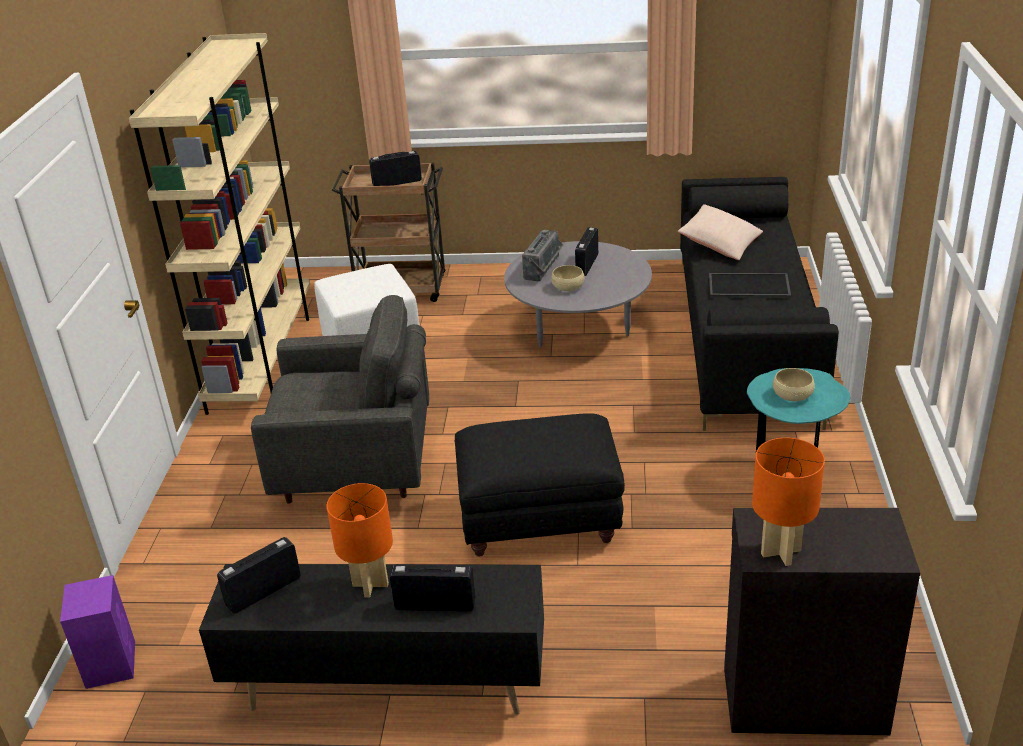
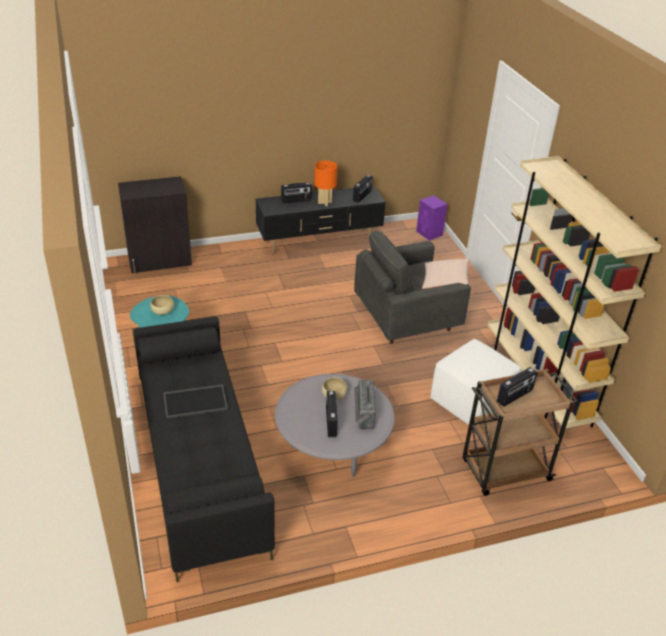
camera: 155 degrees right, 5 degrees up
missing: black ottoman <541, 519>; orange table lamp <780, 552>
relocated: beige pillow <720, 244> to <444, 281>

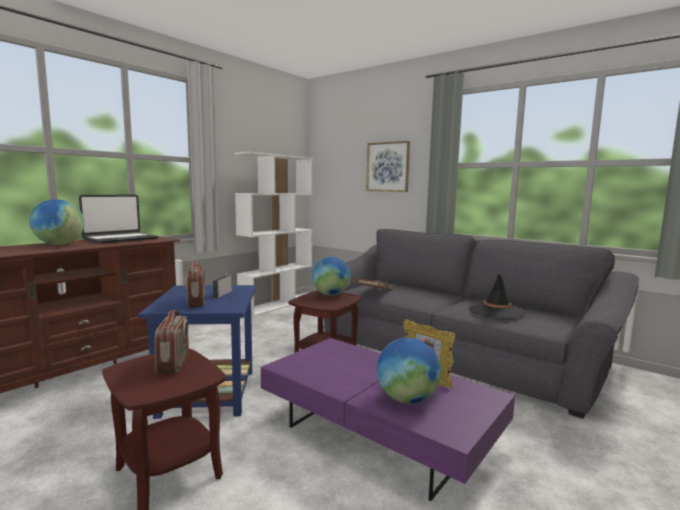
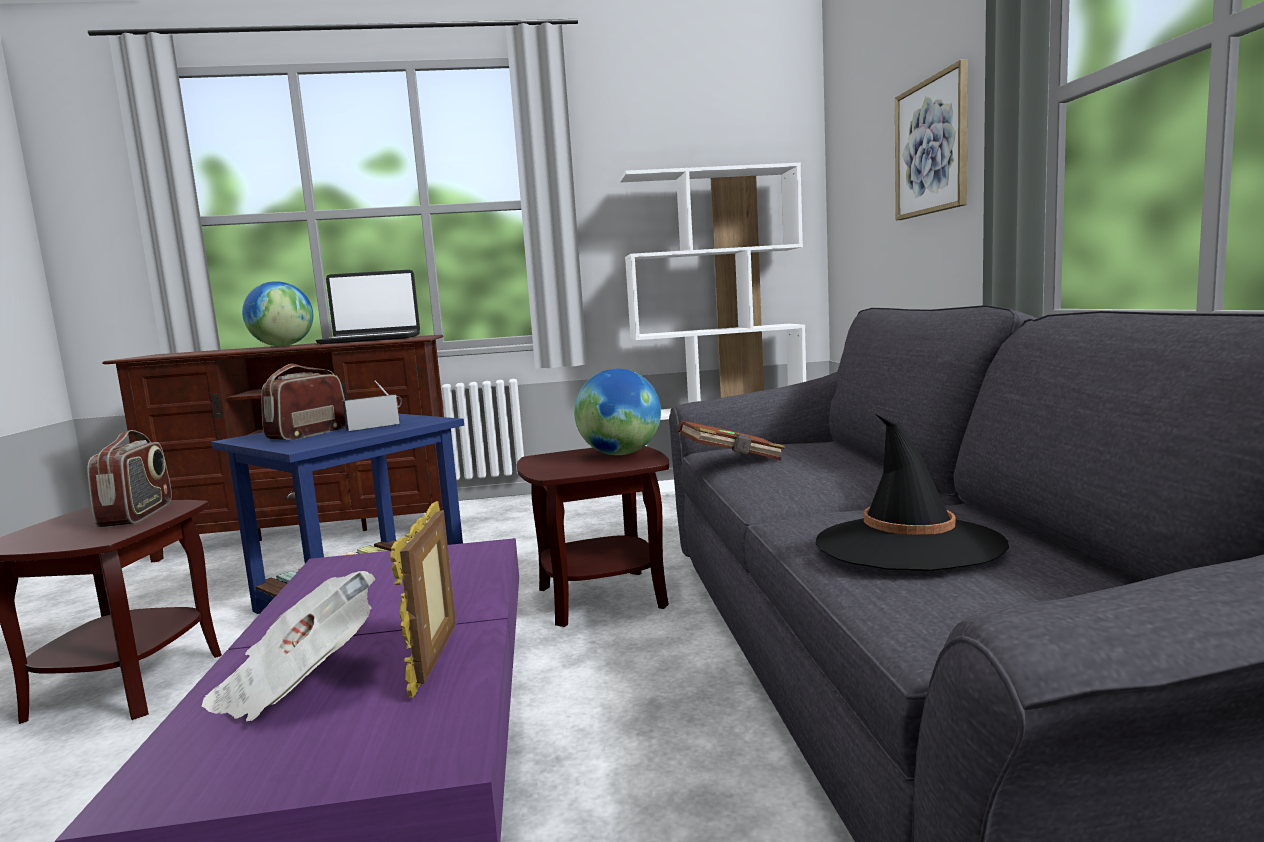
camera: 45 degrees right, 0 degrees up
exchanged: globe <407, 399> to newspaper <297, 685>
spun: radio <174, 362> = <138, 515> 45 degrees counterclockwise

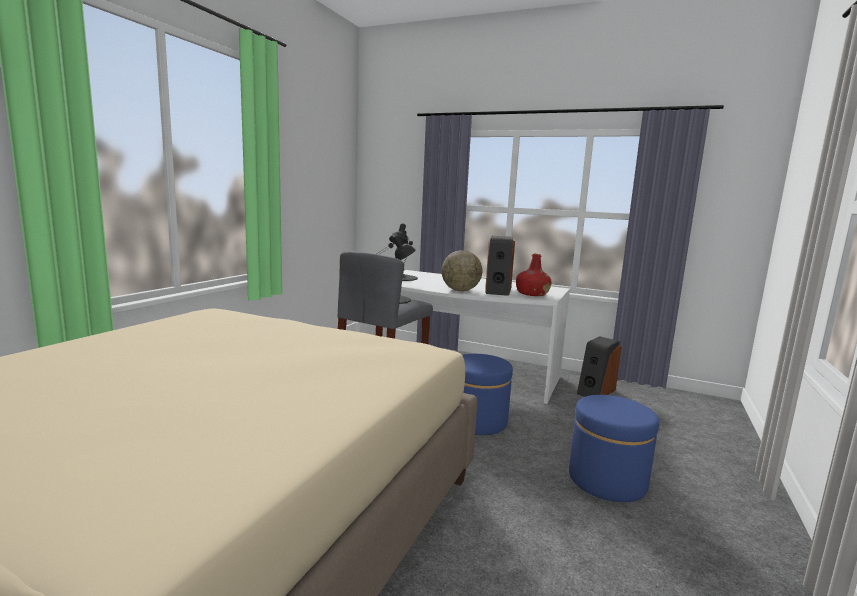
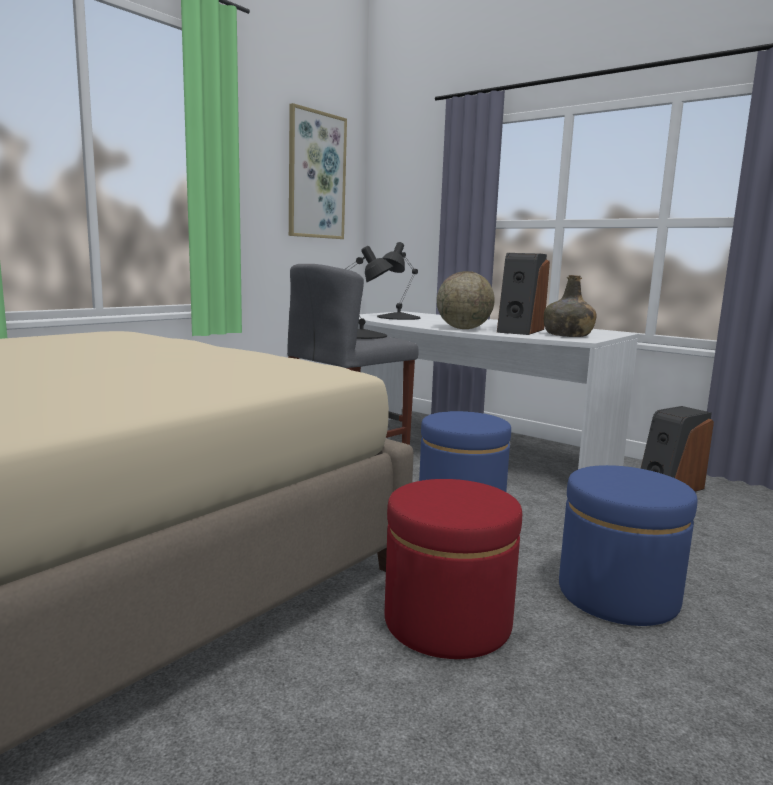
camera: 15 degrees right, 0 degrees up
appeared: picture <316, 176>; red ottoman <447, 622>
colour: red bottle <532, 294> to green bottle <567, 335>

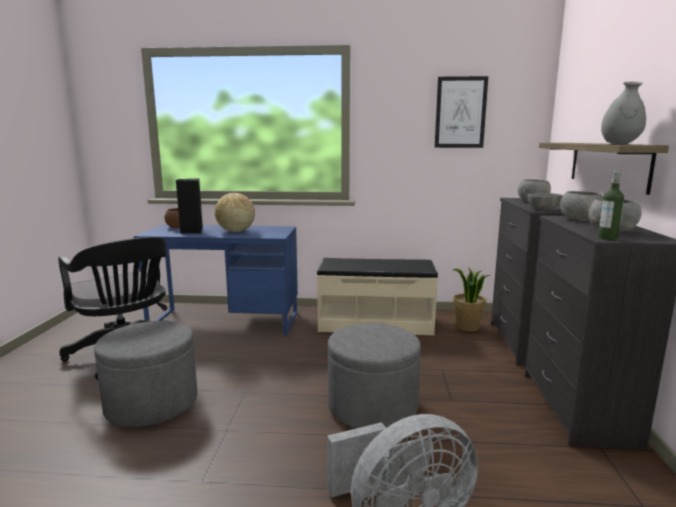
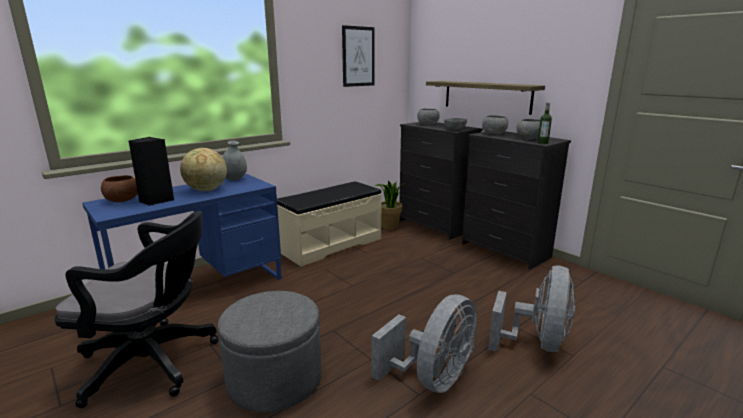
camera: 45 degrees left, 5 degrees up
missing: grey ottoman <372, 406>
appeared: grey fan <433, 379>
relocated: grey vase <620, 144> to <235, 179>

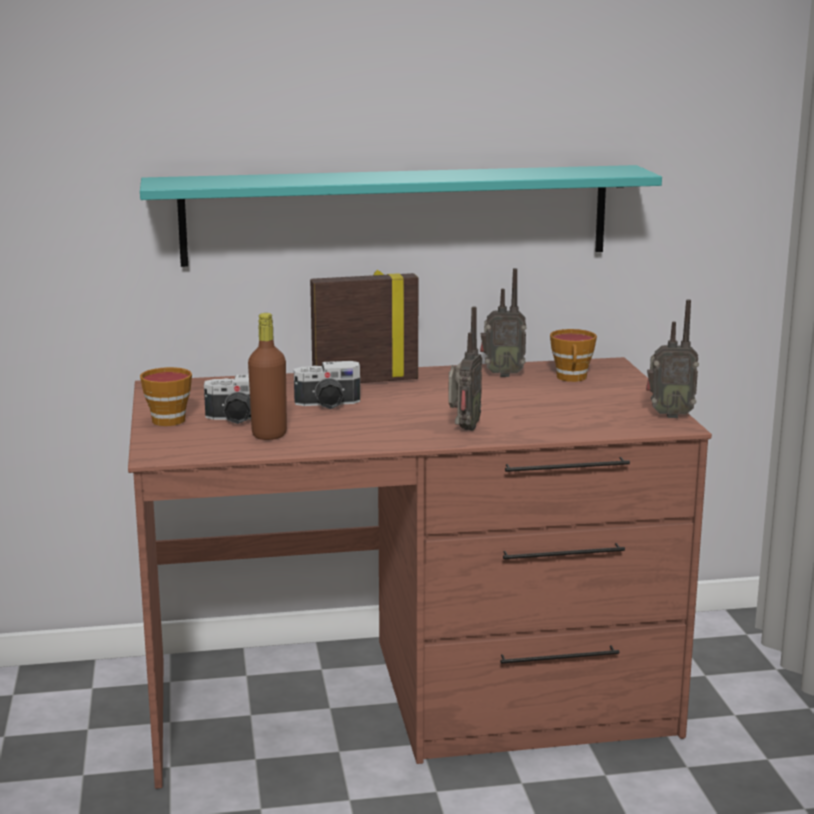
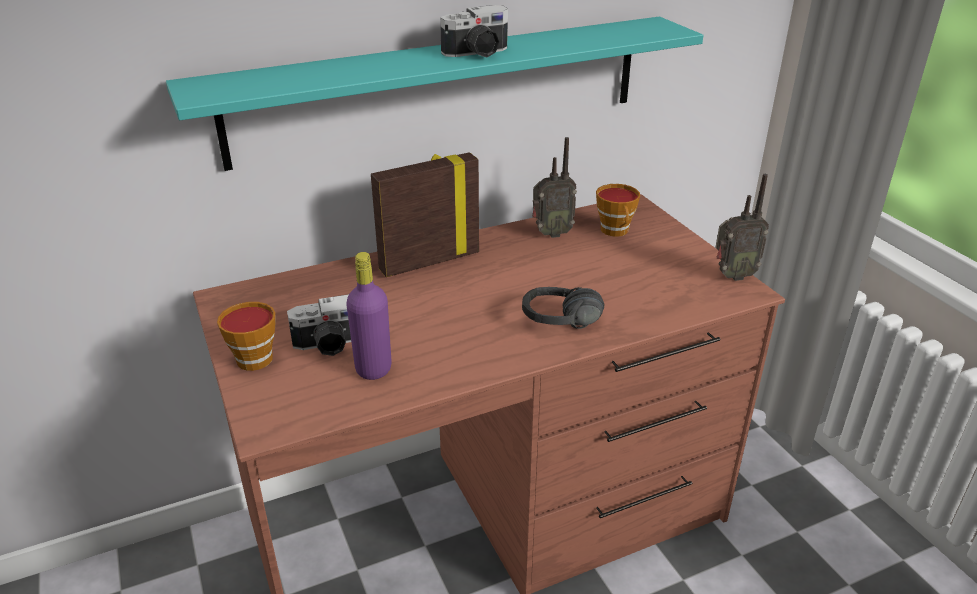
camera: 15 degrees left, 15 degrees up
relocated: photo camera <328, 404> to <478, 53>
exchanged: radio <463, 429> to black headphones <562, 327>
colour: brown bottle <269, 435> to purple bottle <373, 369>

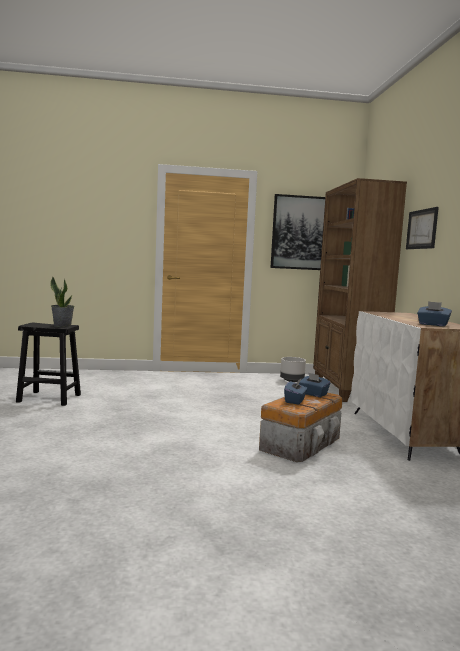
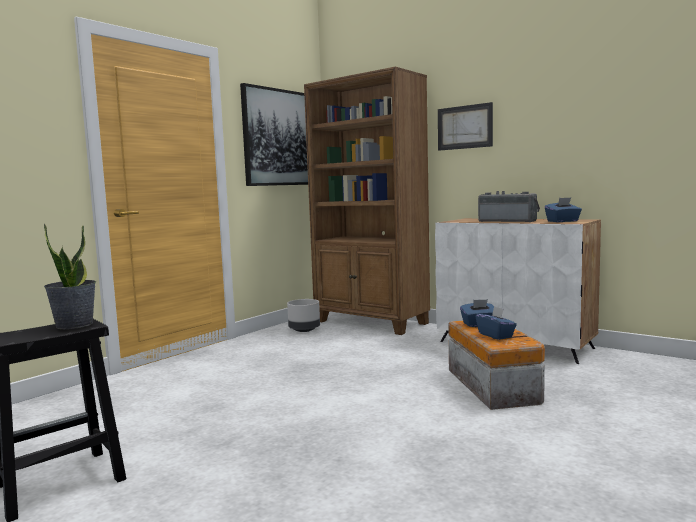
camera: 45 degrees left, 0 degrees up
appeared: radio <508, 221>

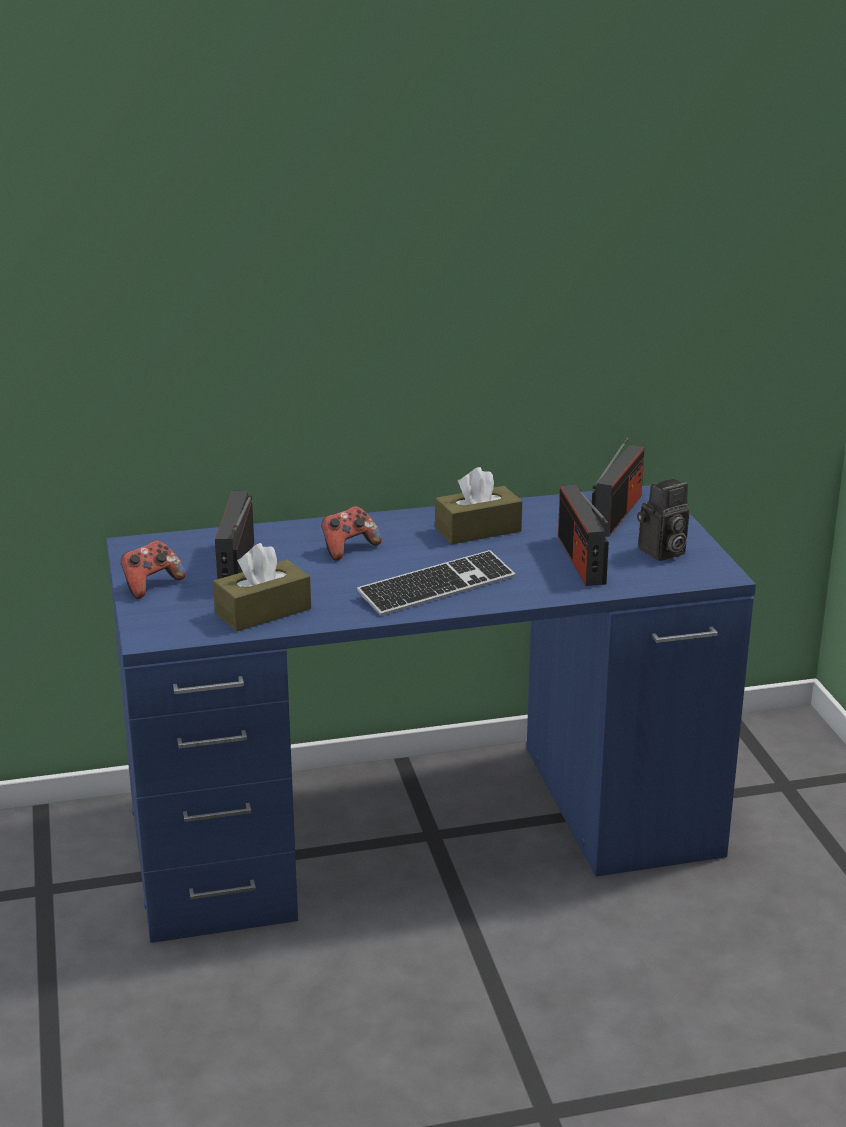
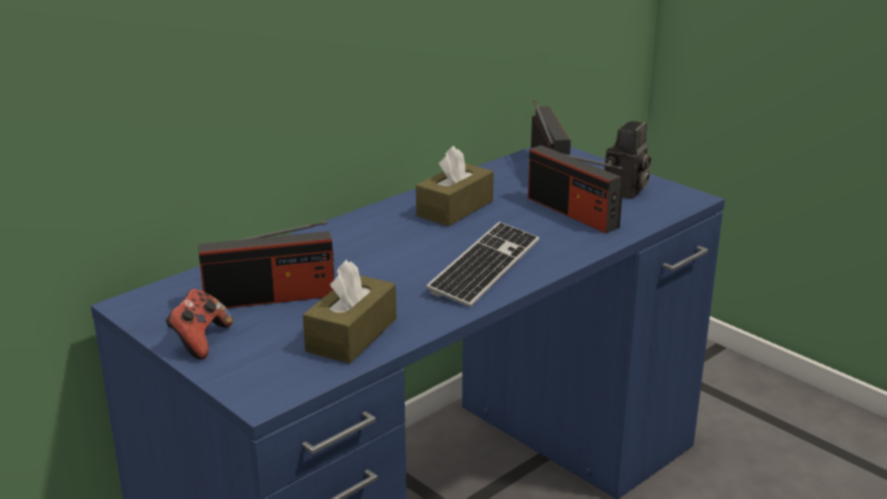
camera: 30 degrees left, 0 degrees up
missing: game controller <348, 548>
spun: radio <236, 566> = <270, 298> 75 degrees counterclockwise

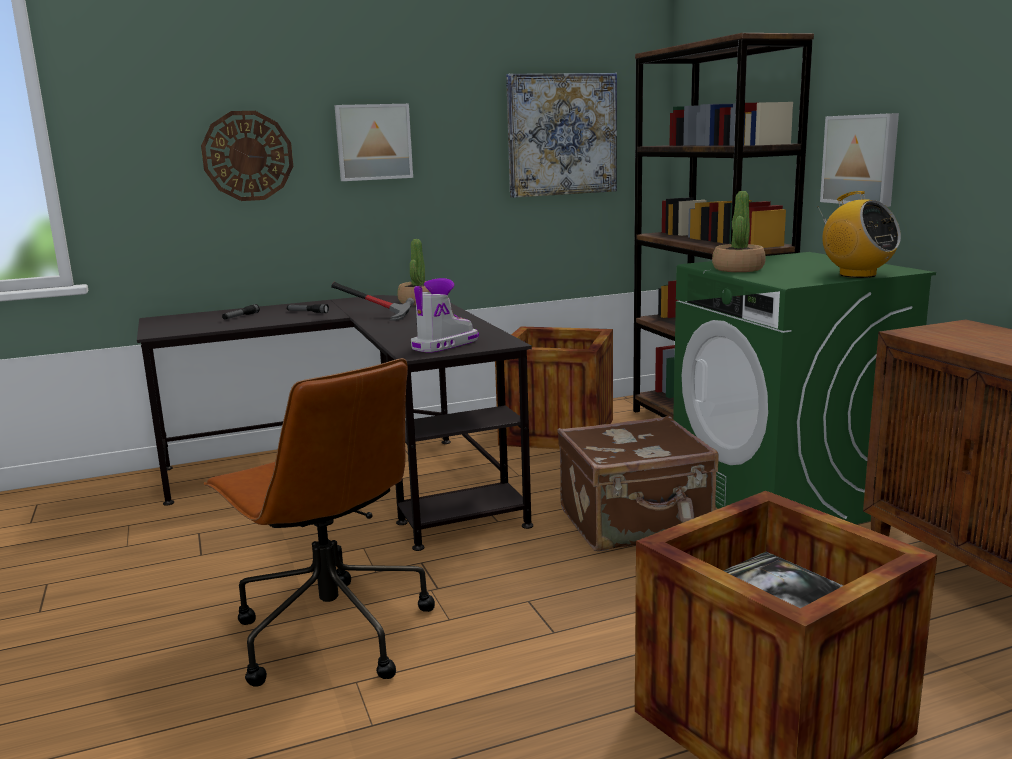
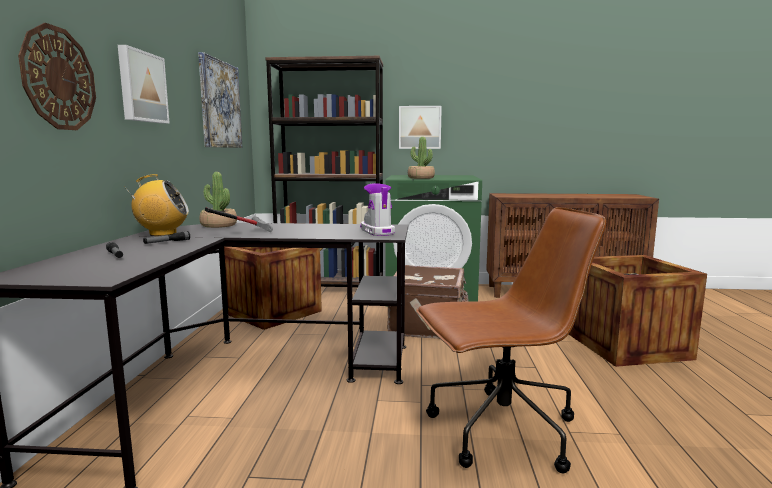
camera: 65 degrees left, 5 degrees down
relocated: radio <856, 275> to <162, 234>

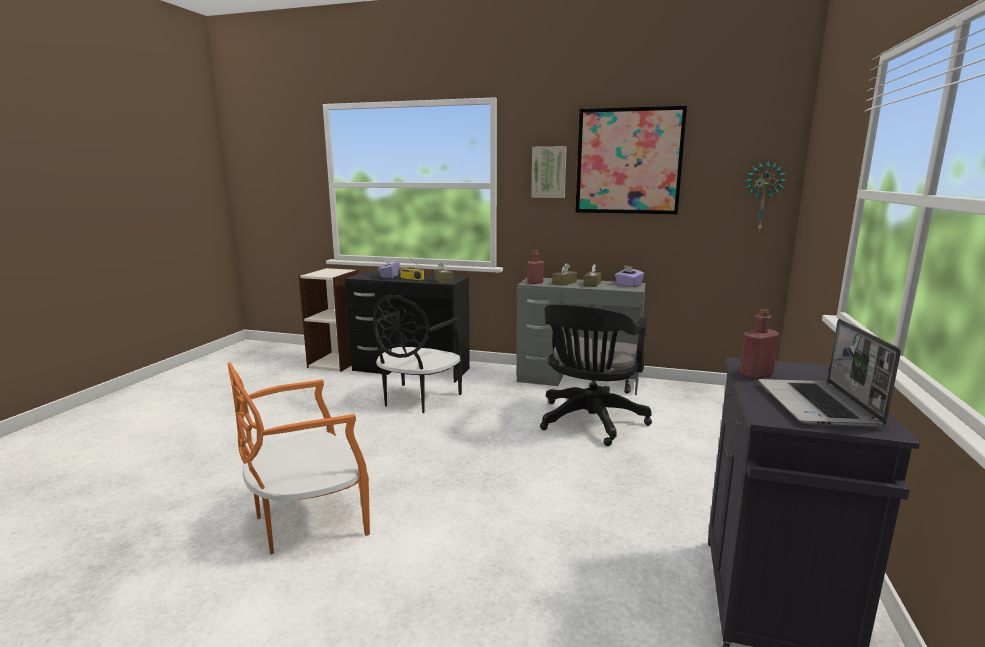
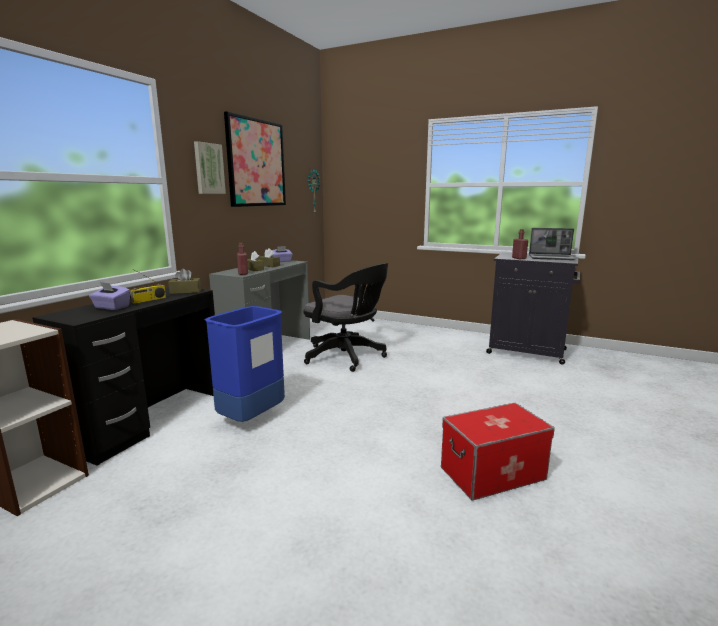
camera: 80 degrees left, 0 degrees up
exchanged: black chair <417, 399> to blue trash can <252, 418>; orange chair <307, 521> to storage box <492, 474>

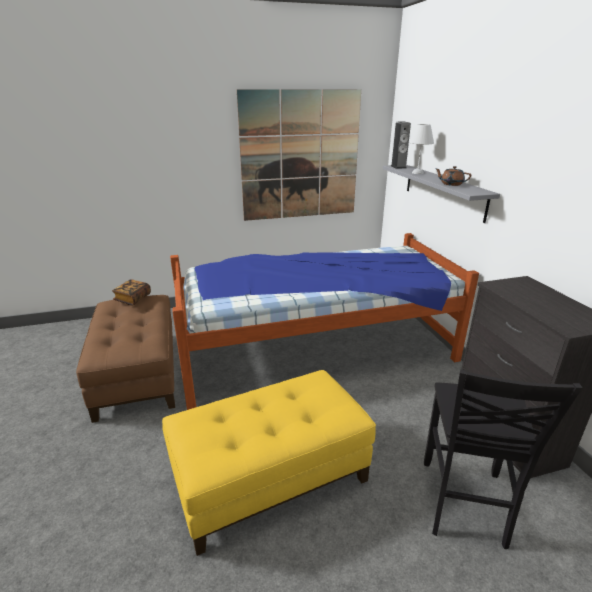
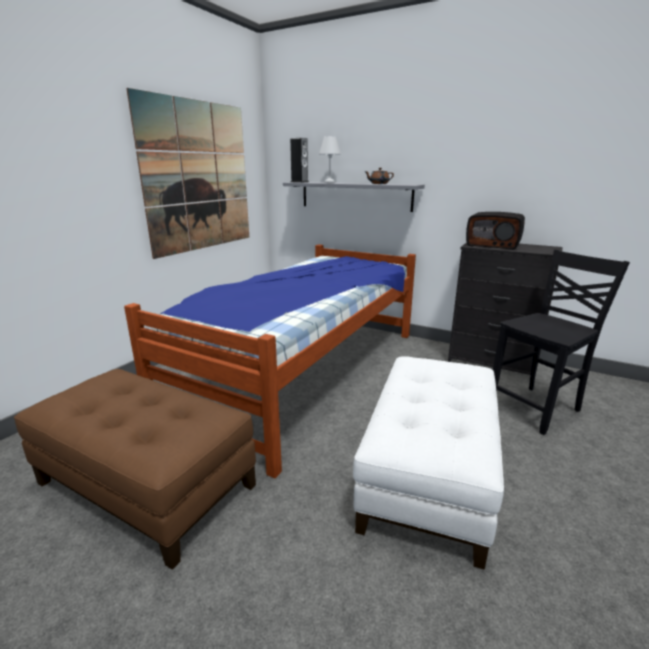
camera: 45 degrees left, 5 degrees down
missing: book <133, 299>
appeared: radio <493, 245>
colour: yellow ottoman <269, 475> to white ottoman <427, 472>
spun: black chair <463, 503> = <536, 408> 90 degrees counterclockwise

